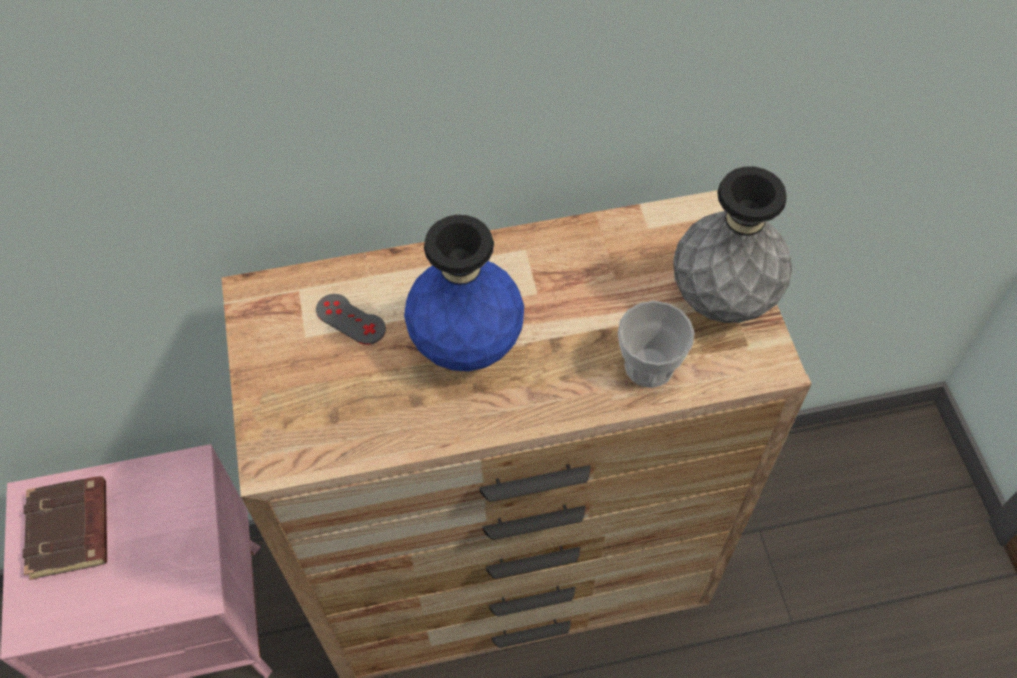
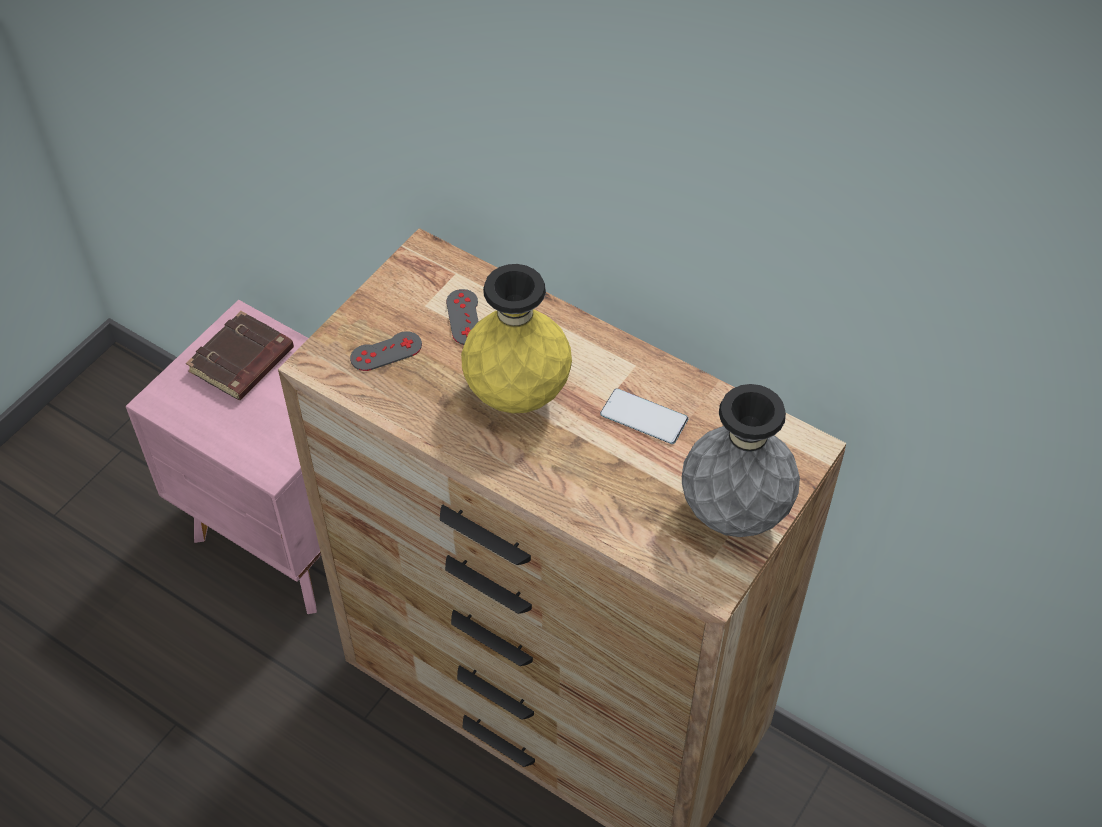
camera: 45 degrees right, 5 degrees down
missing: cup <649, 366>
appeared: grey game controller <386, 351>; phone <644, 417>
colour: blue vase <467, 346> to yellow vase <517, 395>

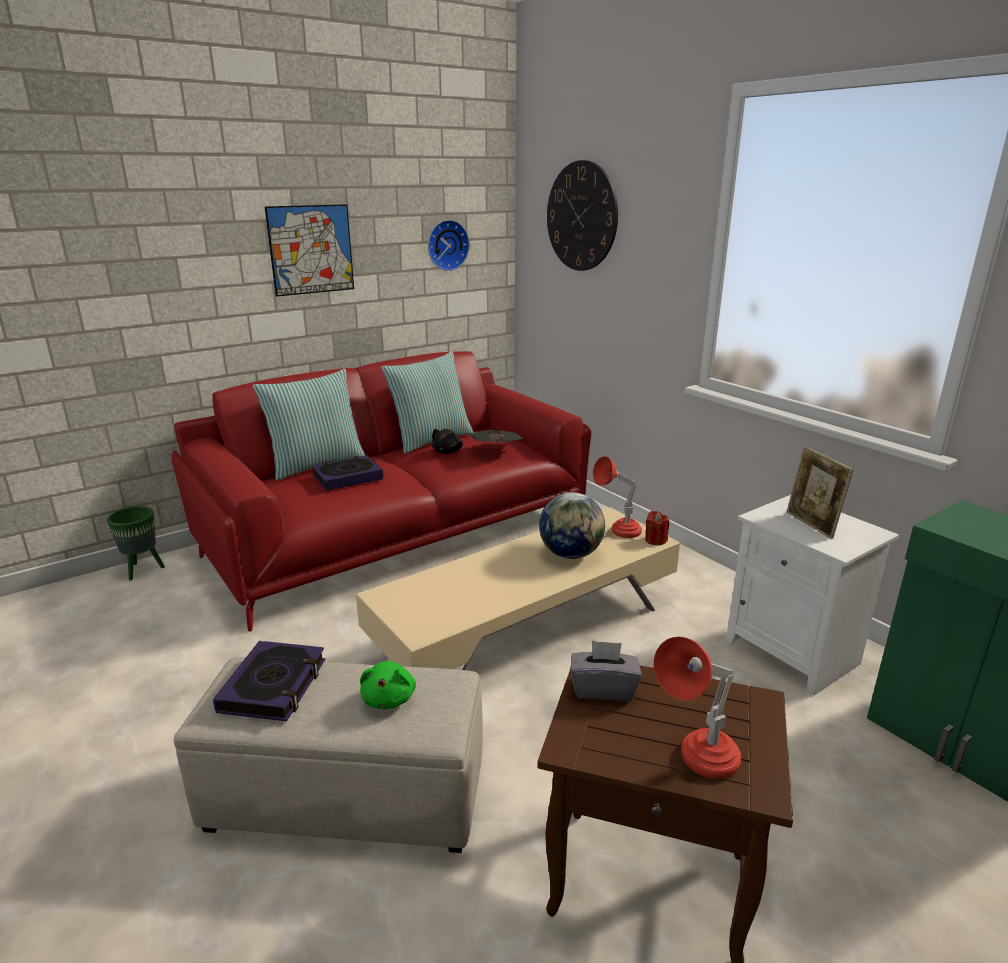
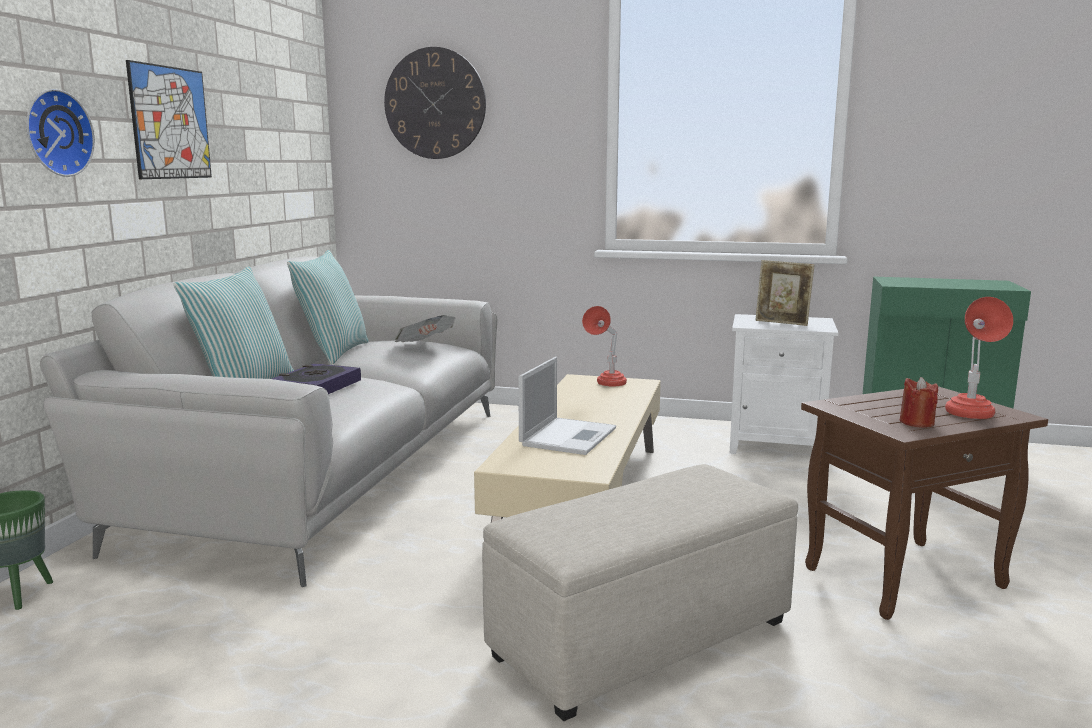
camera: 40 degrees left, 10 degrees down
missing: black plush toy <448, 451>; globe <571, 554>; grey tissue box <603, 689>; book <274, 686>; green plush toy <389, 698>
appeared: laptop <569, 436>
relocated: wall clock <446, 245> to <55, 133>; red candle <655, 540> to <916, 422>
colour: red sofa <398, 533> to grey sofa <327, 470>

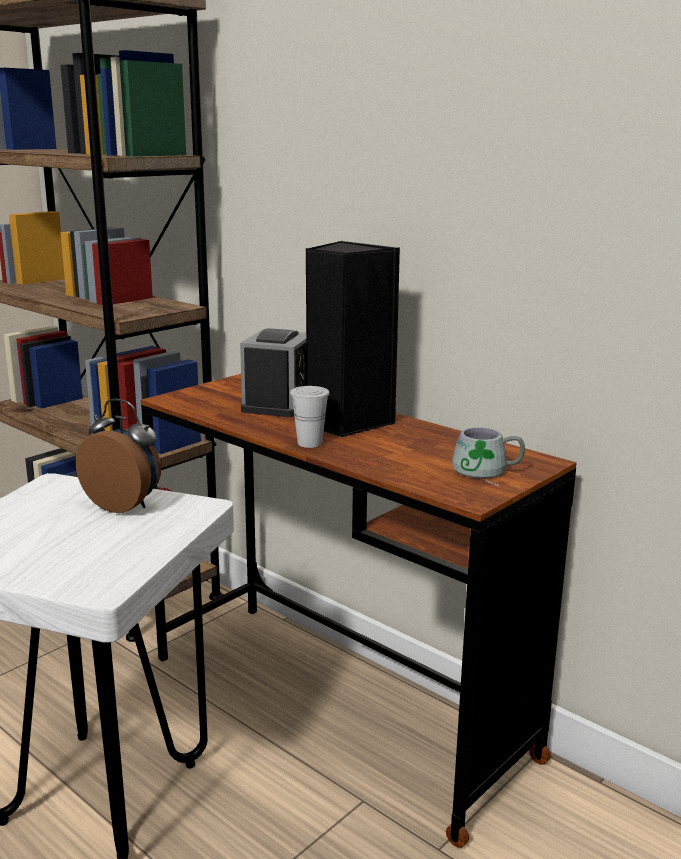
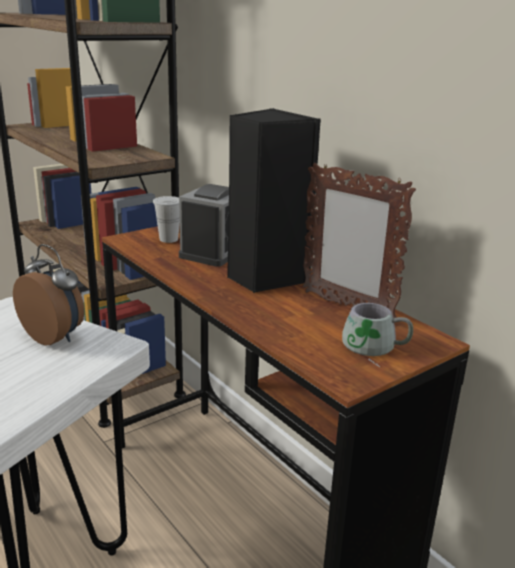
camera: 10 degrees right, 5 degrees up
appeared: picture frame <346, 307>
relocated: white cup <309, 443> to <168, 239>

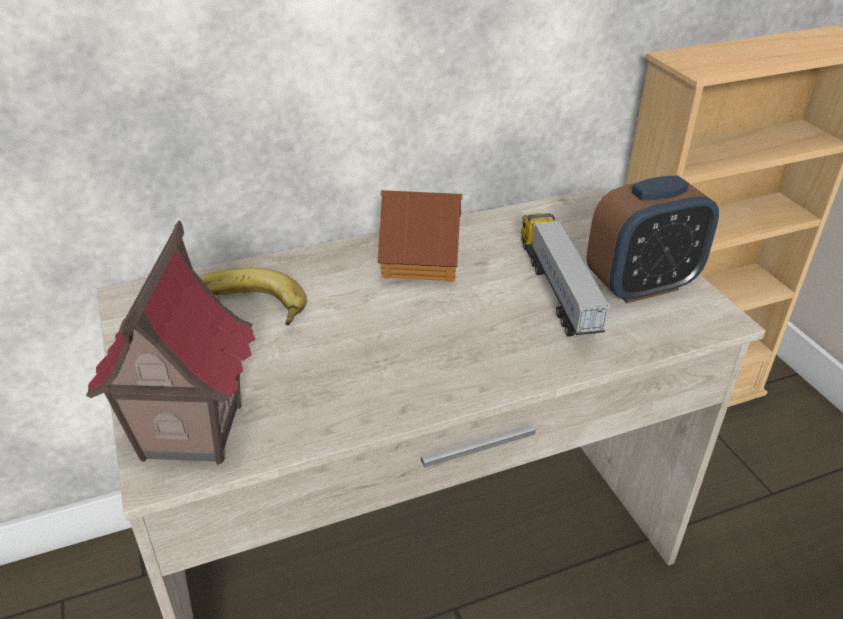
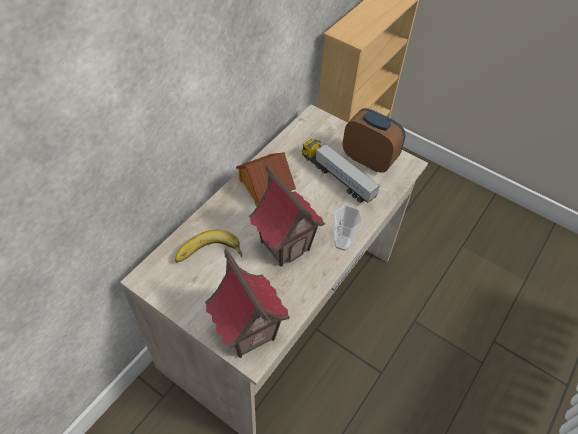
camera: 35 degrees left, 15 degrees up
appeared: toy house <285, 245>; cup <342, 243>
spun: alarm clock <641, 285> = <369, 159> 90 degrees counterclockwise

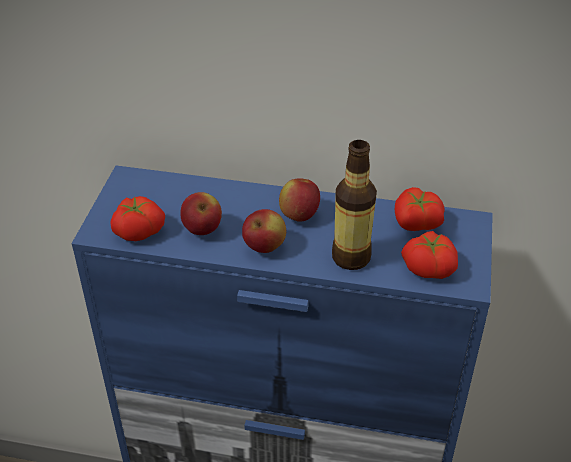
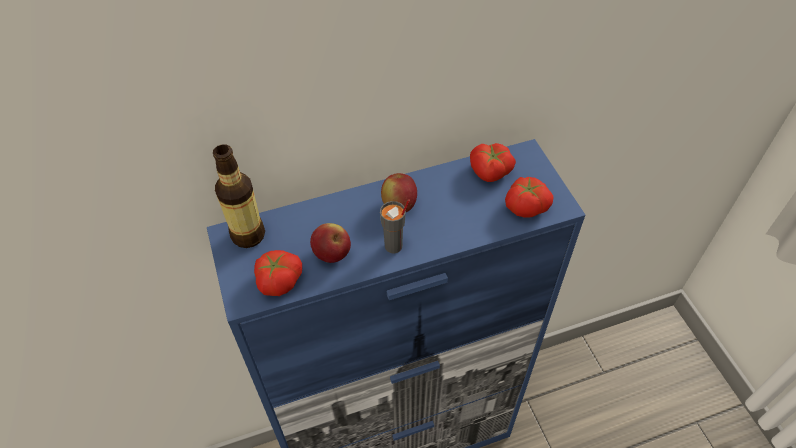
camera: 30 degrees left, 10 degrees up
relocated: bottle <351, 257> to <248, 235>
exchanged: apple <264, 247> to grey cup <394, 246>

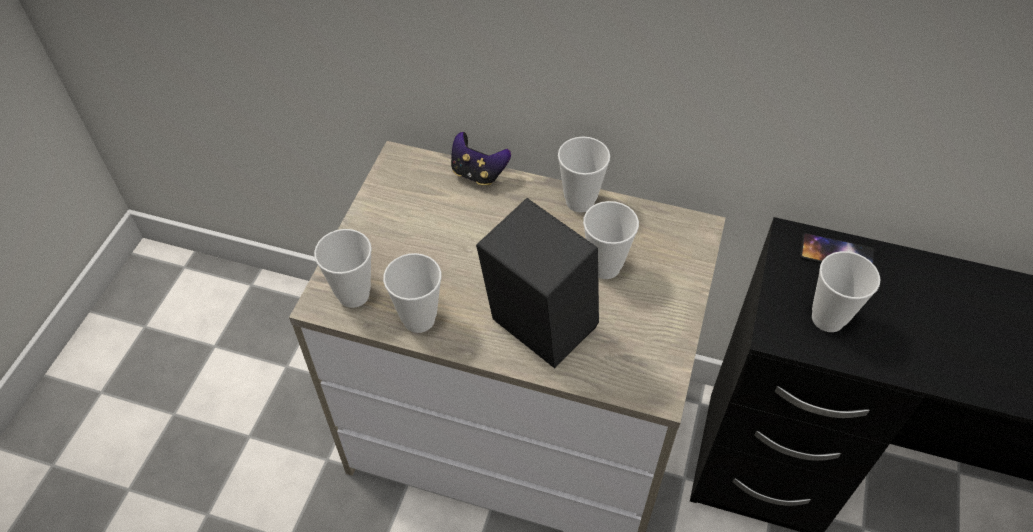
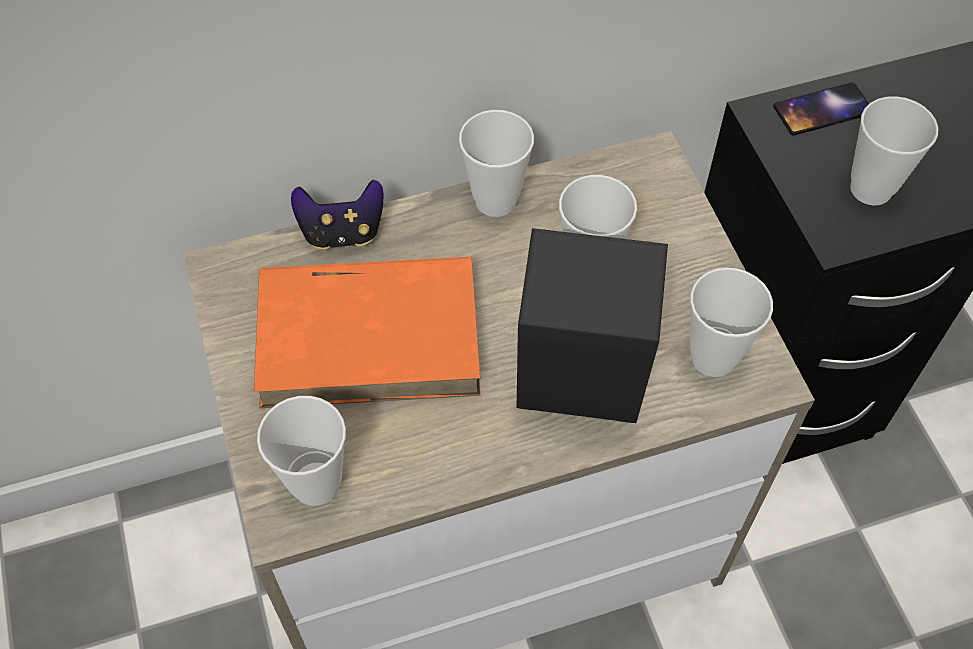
camera: 35 degrees left, 5 degrees up
appeared: orange book <372, 336>
relocated: cup <419, 319> to <713, 357>

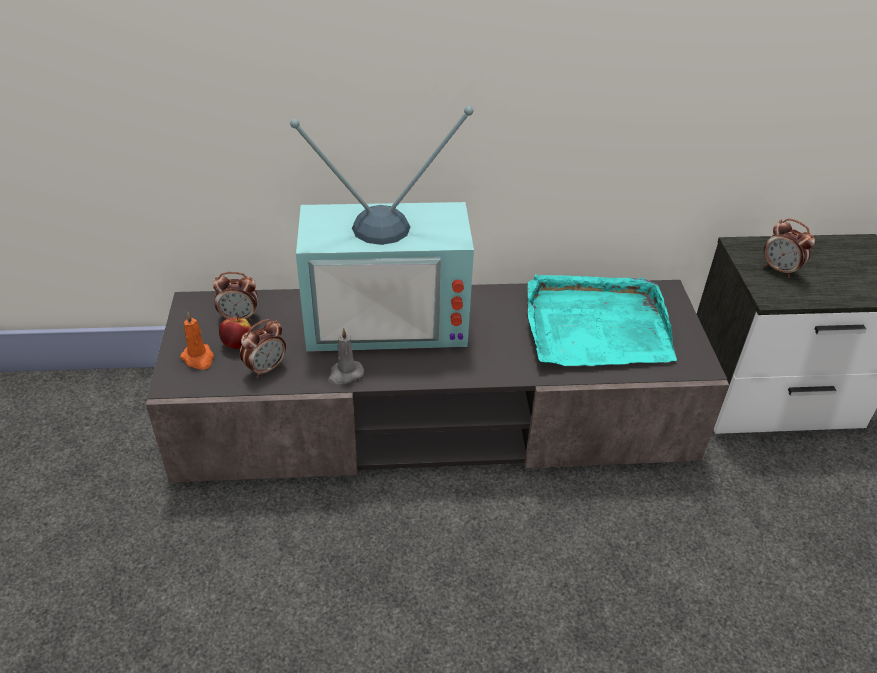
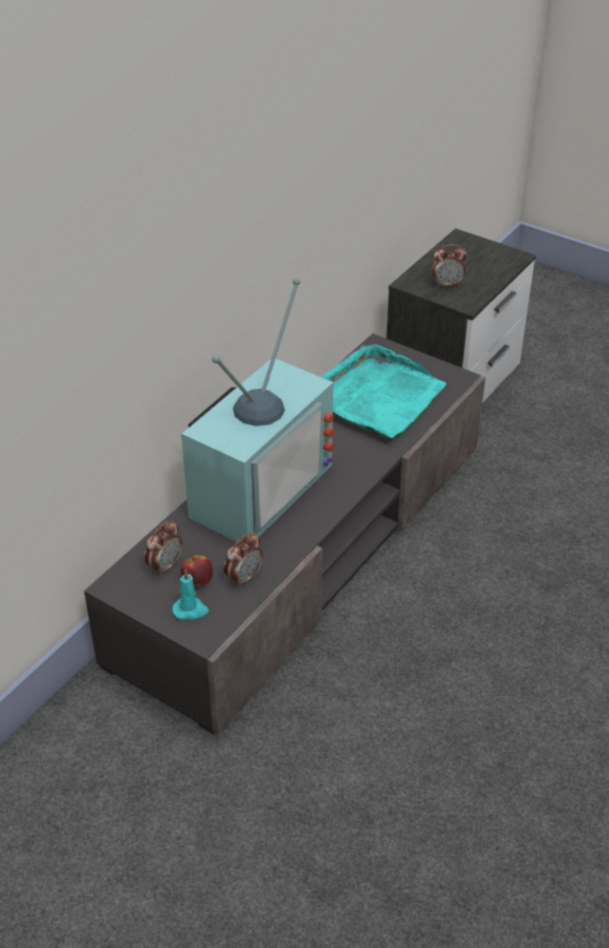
camera: 50 degrees left, 0 degrees up
missing: grey candle <345, 374>
colour: orange candle <198, 358> to turquoise candle <191, 610>
spun: alarm clock <266, 368> = <244, 577> 45 degrees clockwise

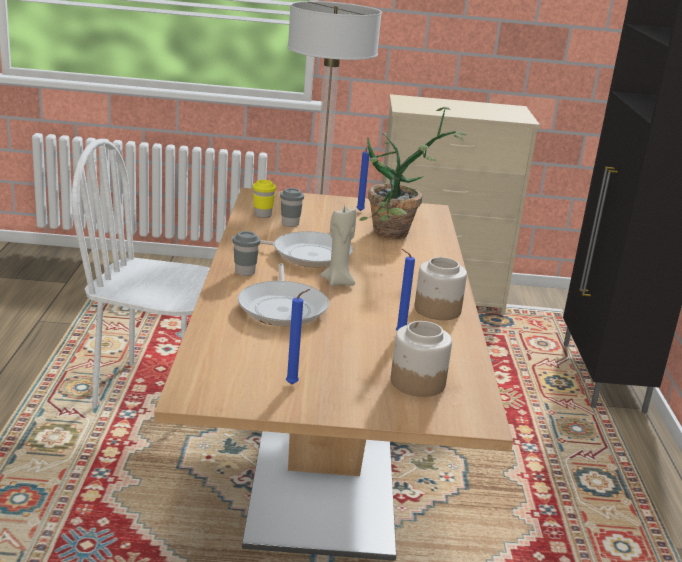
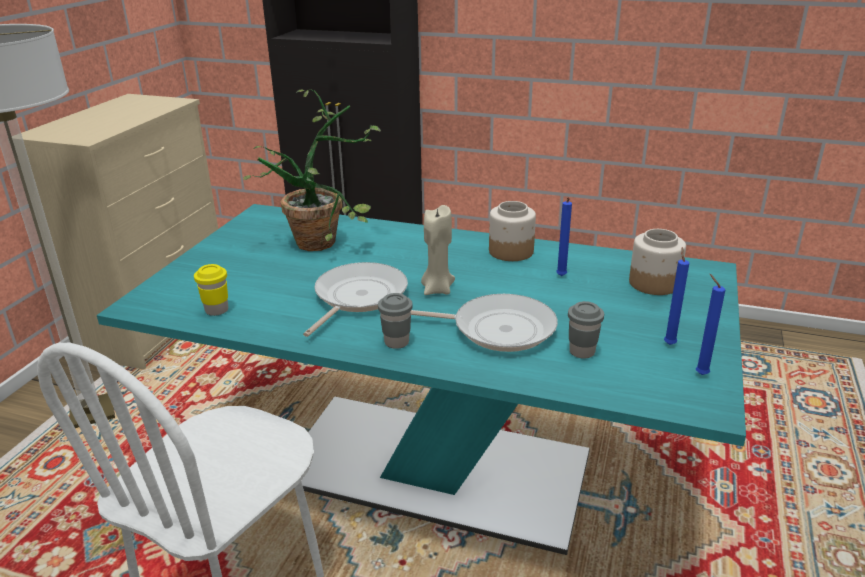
camera: 70 degrees left, 5 degrees up
relocated: blue candle <361, 210> to <699, 373>; grey cup <290, 224> to <582, 352>
colour: beige dining table <324, 462> to turquoise dining table <435, 469>

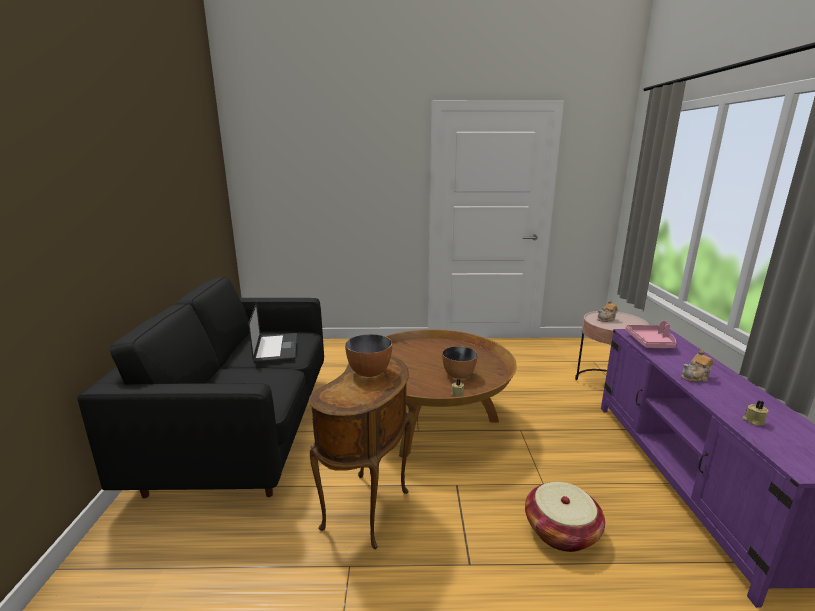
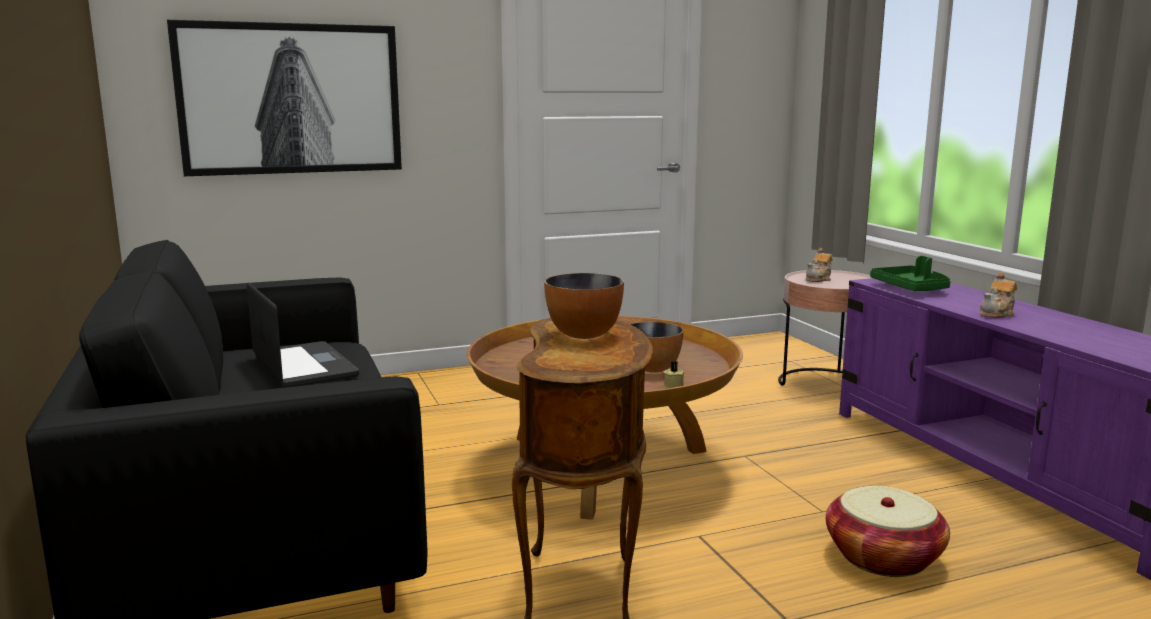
camera: 20 degrees left, 5 degrees down
missing: beige candle <753, 421>
appeared: picture <291, 99>
colour: pink tray <651, 342> to green tray <911, 288>

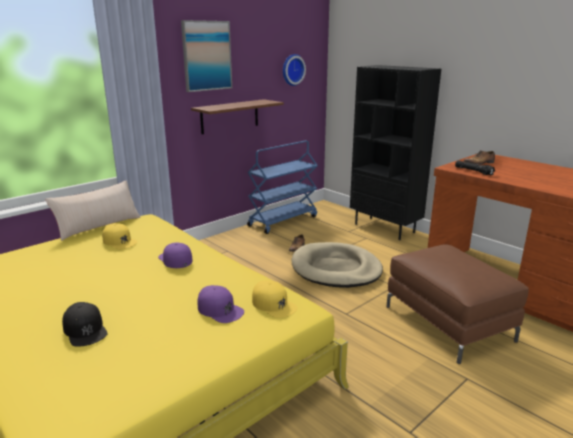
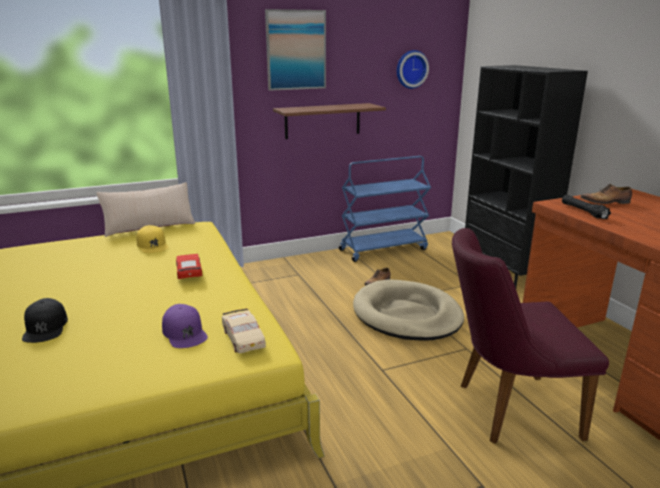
camera: 20 degrees right, 0 degrees up
exchanged: purple cap <175, 259> to red toy car <189, 271>; brown ottoman <448, 323> to purple chair <506, 409>; yellow cap <274, 304> to beige toy car <243, 338>

